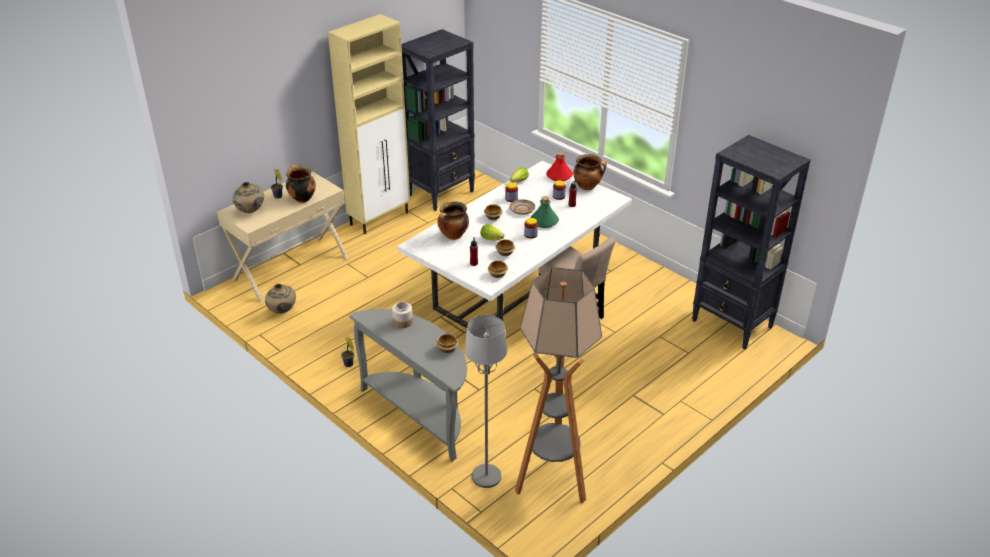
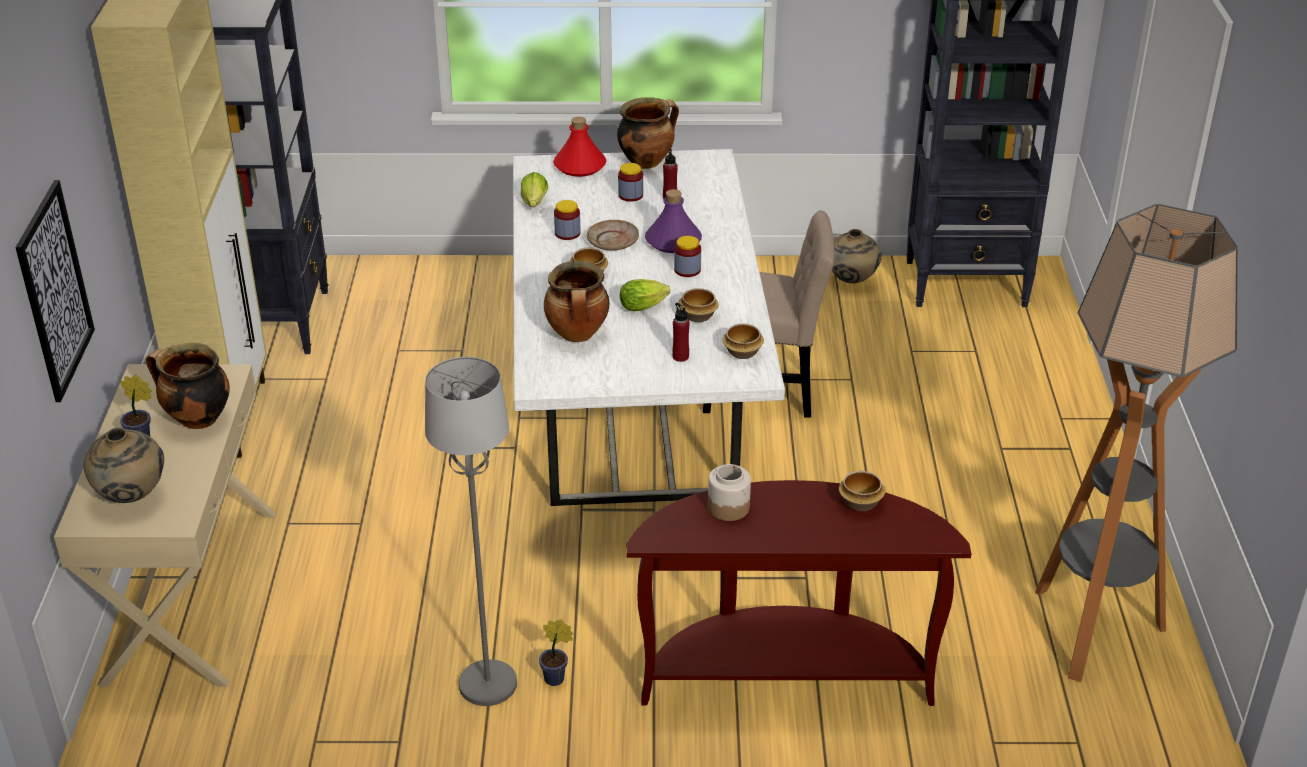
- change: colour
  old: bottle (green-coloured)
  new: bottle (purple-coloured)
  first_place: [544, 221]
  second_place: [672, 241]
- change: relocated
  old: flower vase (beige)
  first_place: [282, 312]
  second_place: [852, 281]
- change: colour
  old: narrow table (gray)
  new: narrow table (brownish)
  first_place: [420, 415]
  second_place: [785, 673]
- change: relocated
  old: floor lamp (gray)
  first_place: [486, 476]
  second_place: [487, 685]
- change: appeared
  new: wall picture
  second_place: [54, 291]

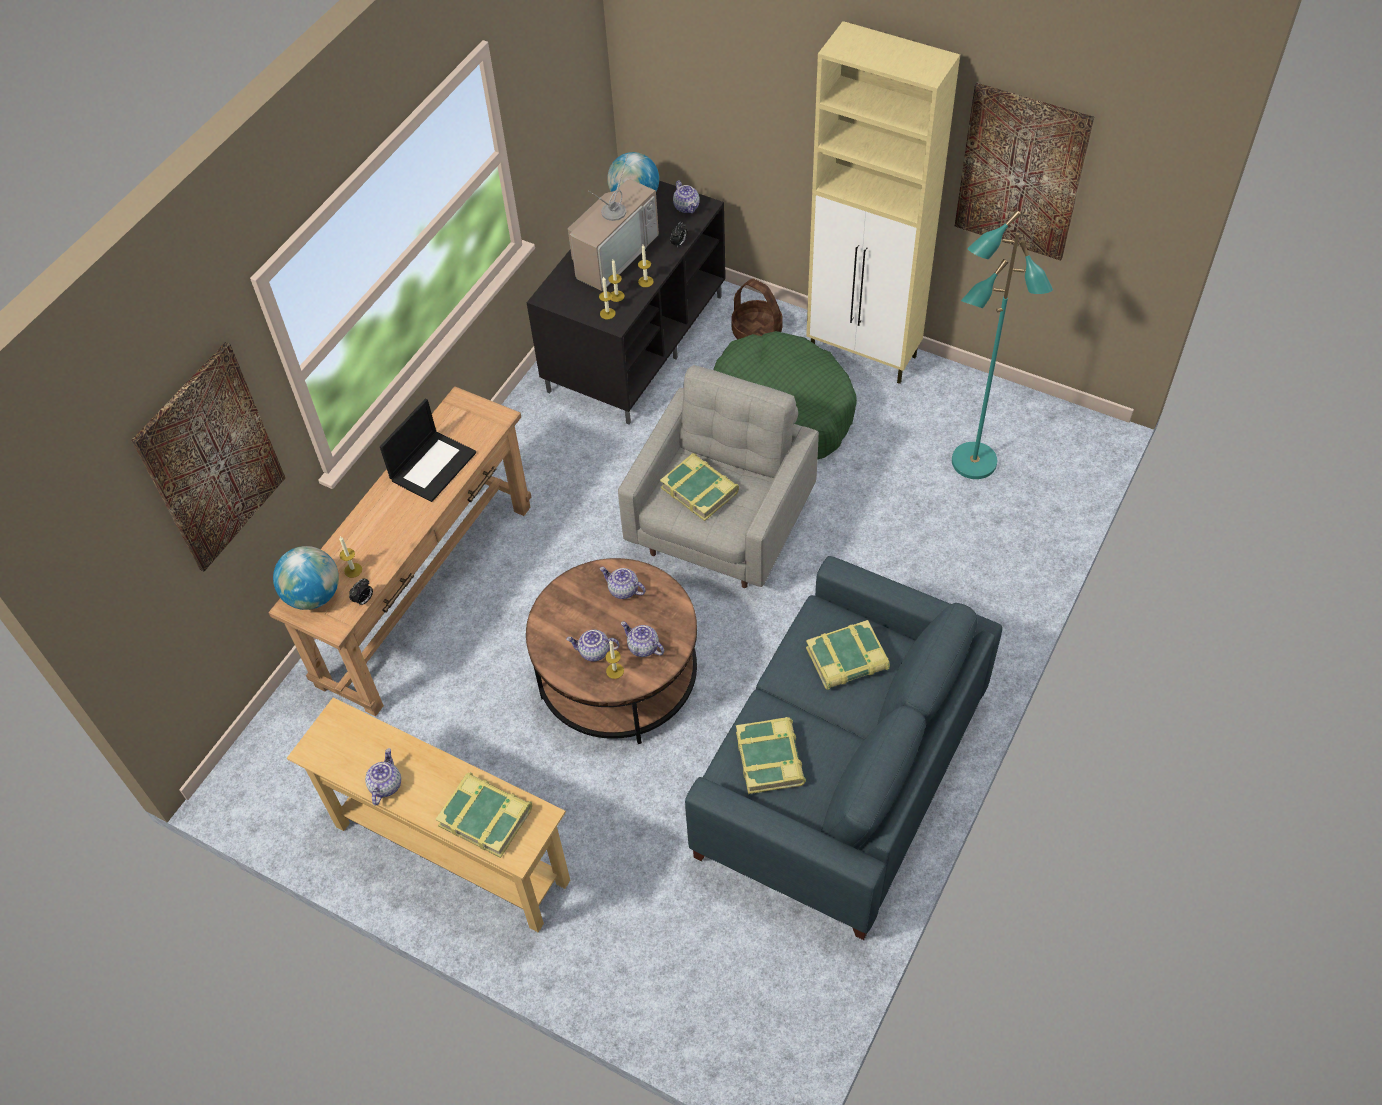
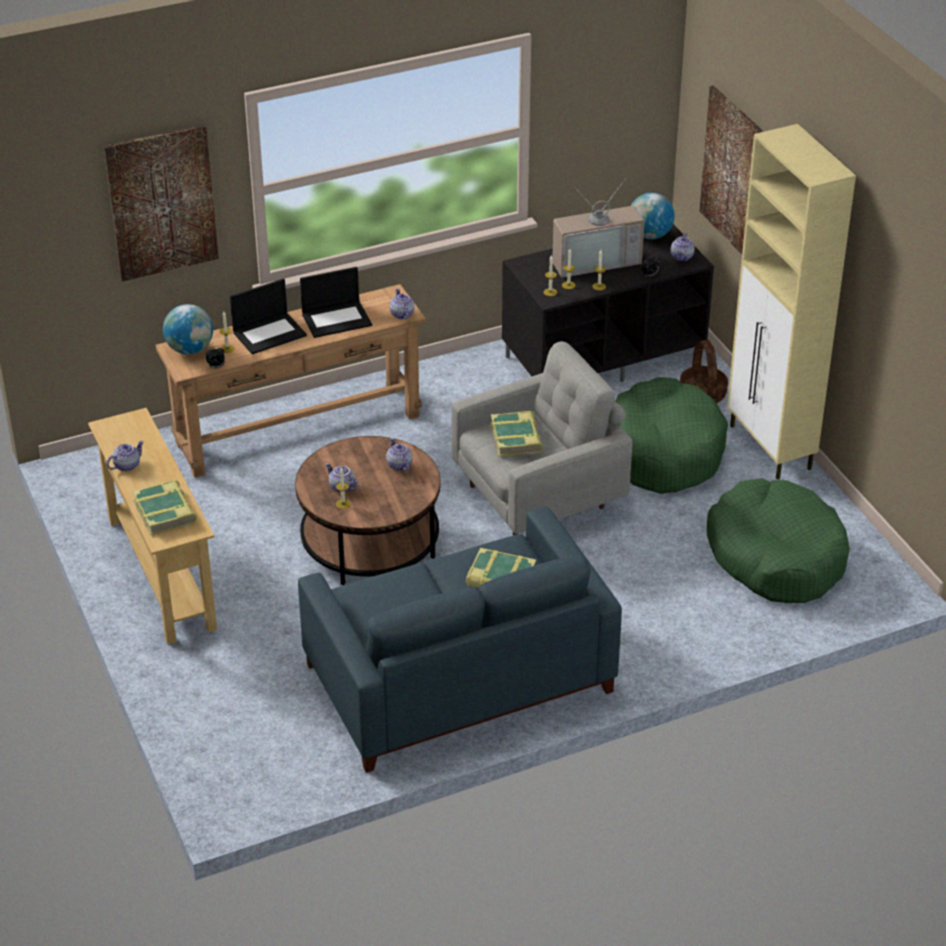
- change: relocated
  old: wall picture
  first_place: [1021, 172]
  second_place: [732, 171]
- change: exchanged
  old: floor lamp (turquoise-coloured)
  new: pet bed (green-coloured)
  first_place: [973, 463]
  second_place: [776, 556]
- change: relocated
  old: tea pot
  first_place: [642, 647]
  second_place: [401, 314]
- change: missing
  old: bound book
  first_place: [770, 758]
- change: appeared
  new: notebook computer
  second_place: [269, 333]

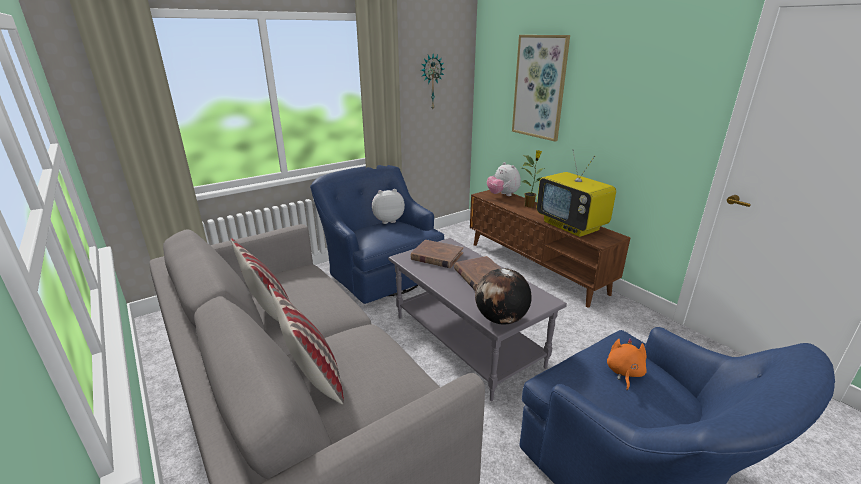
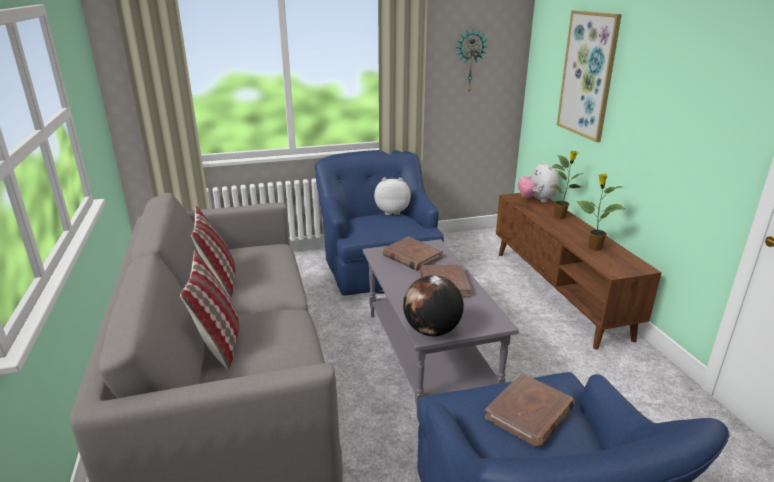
- change: exchanged
  old: TV
  new: potted plant
  first_place: [571, 226]
  second_place: [594, 247]
- change: exchanged
  old: soft toy (orange)
  new: bound book (brownish)
  first_place: [624, 372]
  second_place: [529, 413]

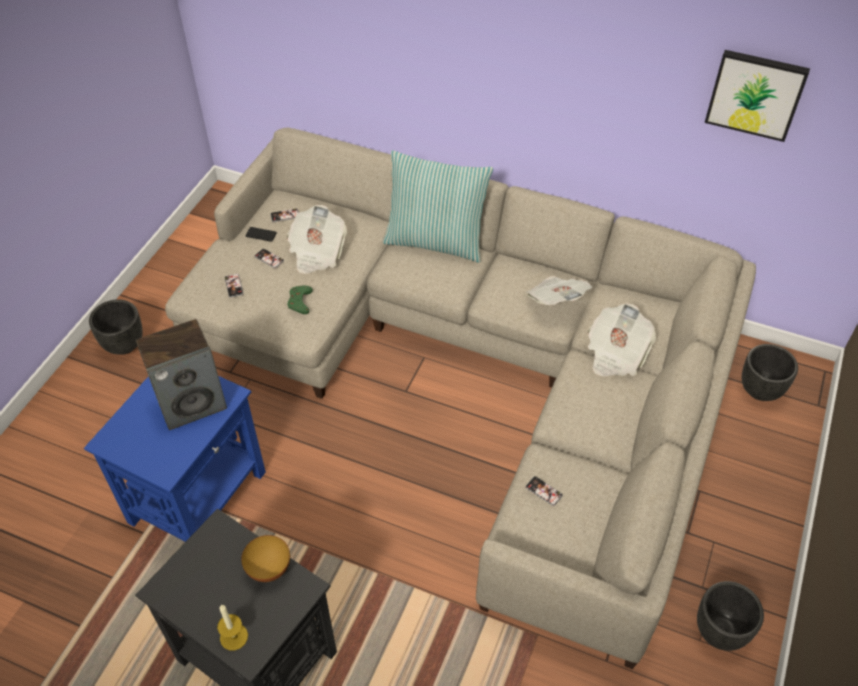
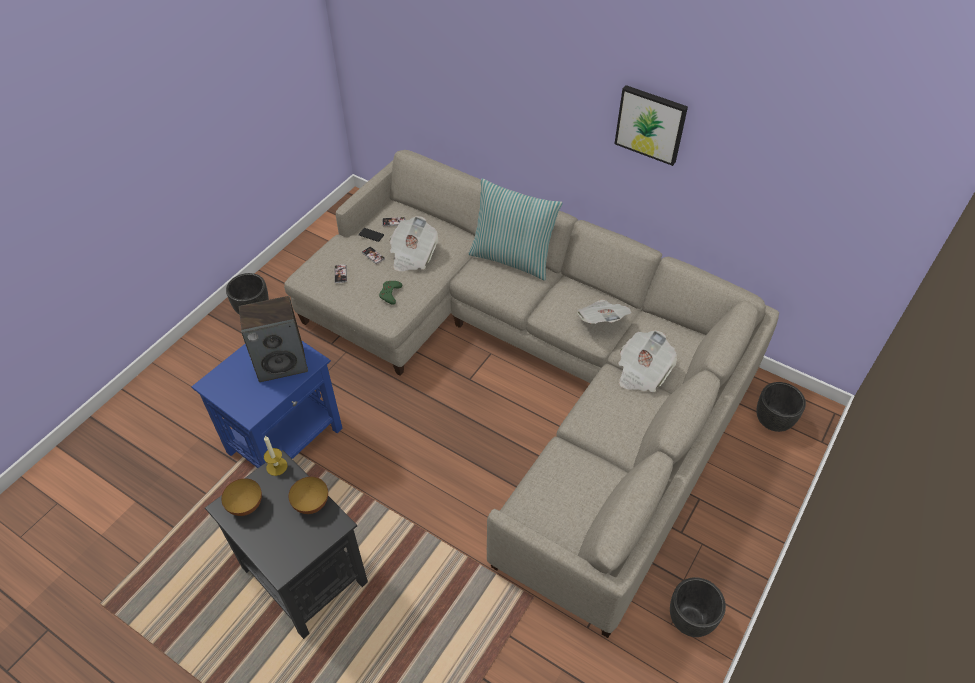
- change: relocated
  old: wall picture
  first_place: [756, 94]
  second_place: [651, 124]
- change: missing
  old: phone
  first_place: [543, 491]
- change: relocated
  old: wax candle
  first_place: [234, 636]
  second_place: [276, 466]
- change: appeared
  new: deep dish
  second_place: [246, 506]

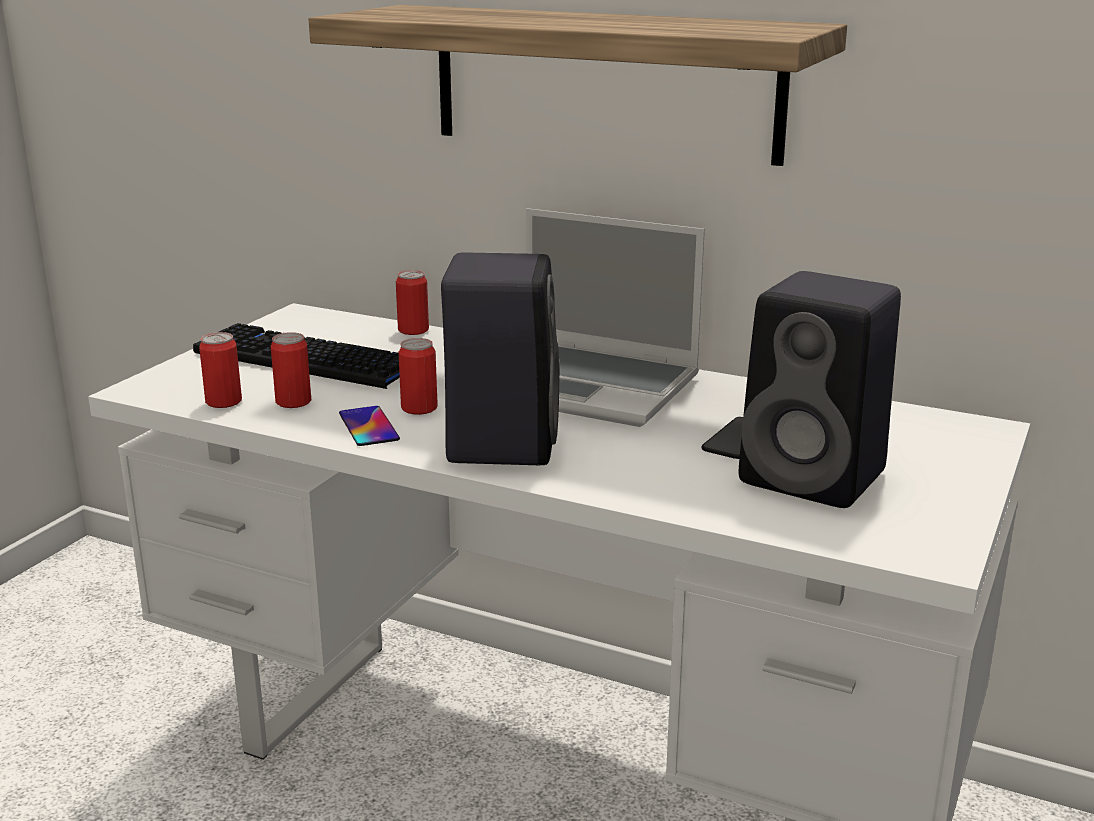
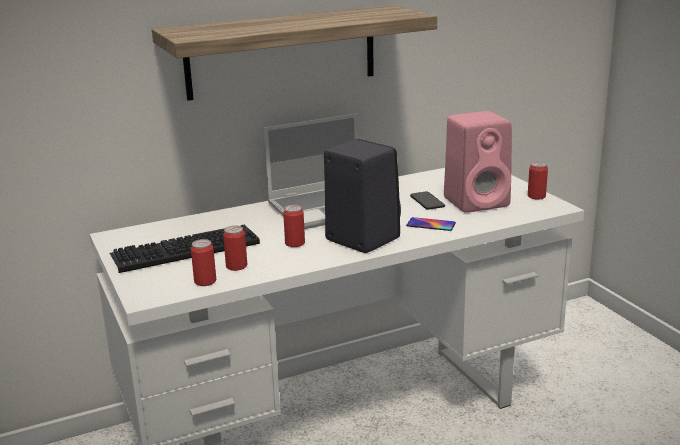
- change: relocated
  old: can
  first_place: [413, 330]
  second_place: [536, 196]
- change: colour
  old: speaker (blackish)
  new: speaker (pink-coloured)
  first_place: [817, 478]
  second_place: [478, 201]
- change: relocated
  old: phone
  first_place: [368, 427]
  second_place: [431, 224]

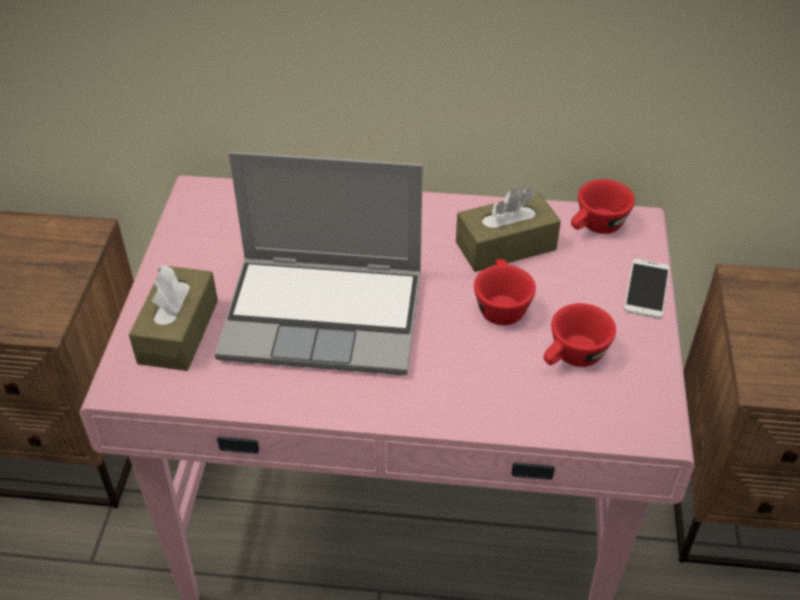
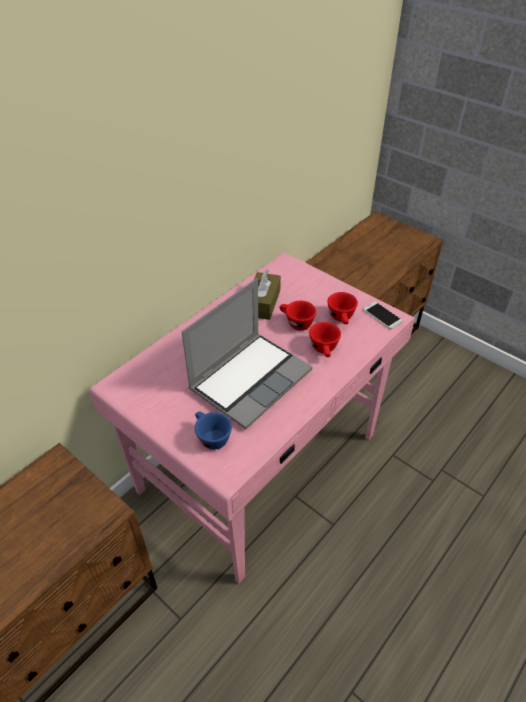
- change: relocated
  old: drinking cup (reddish)
  first_place: [596, 227]
  second_place: [324, 350]
- change: relocated
  old: phone
  first_place: [646, 289]
  second_place: [382, 315]
- change: exchanged
  old: tissue holder (brownish)
  new: drinking cup (bluish)
  first_place: [178, 331]
  second_place: [210, 437]

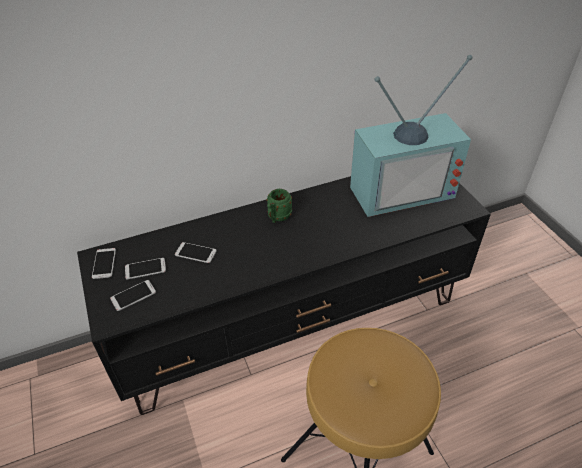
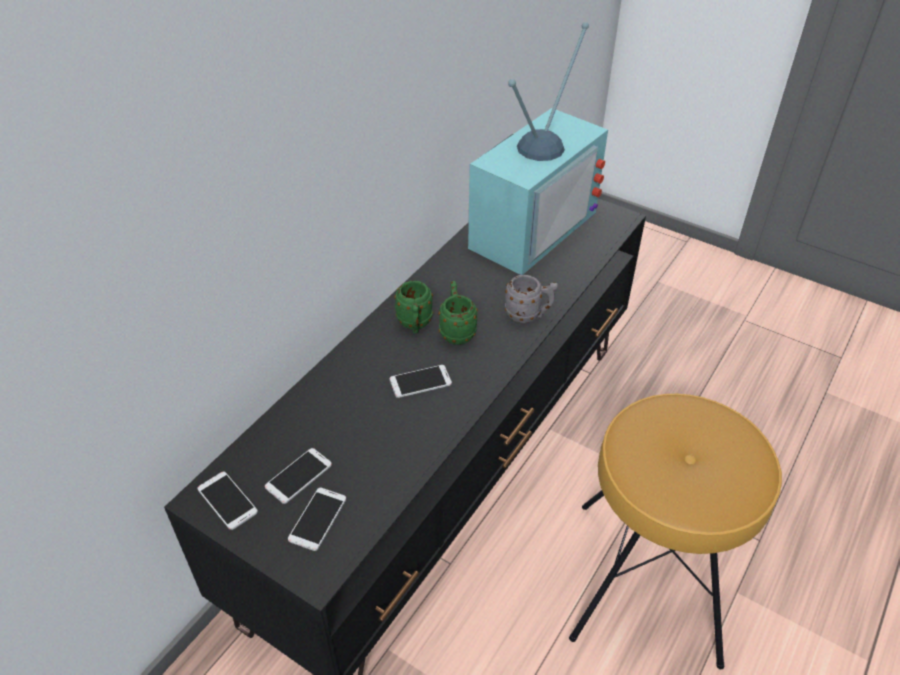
- change: relocated
  old: phone
  first_place: [195, 253]
  second_place: [420, 381]
- change: appeared
  new: tea mug (gray)
  second_place: [529, 315]
- change: appeared
  new: tea mug (green-coloured)
  second_place: [456, 330]

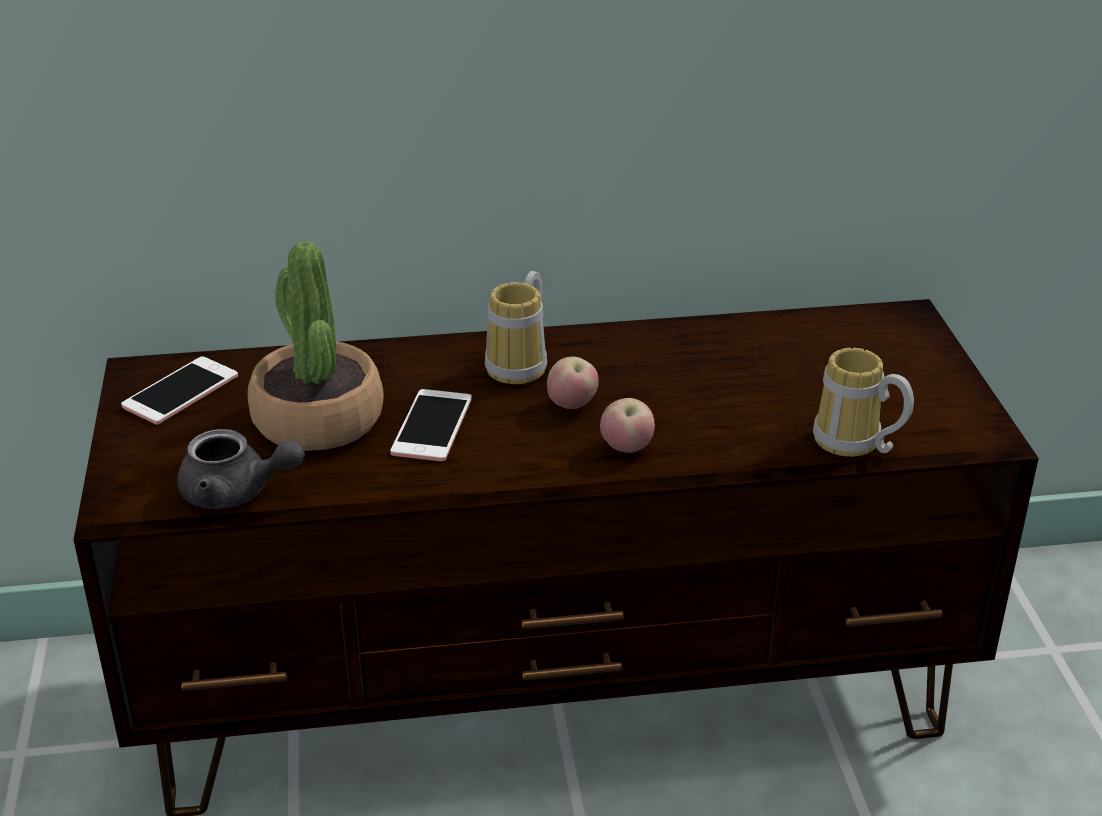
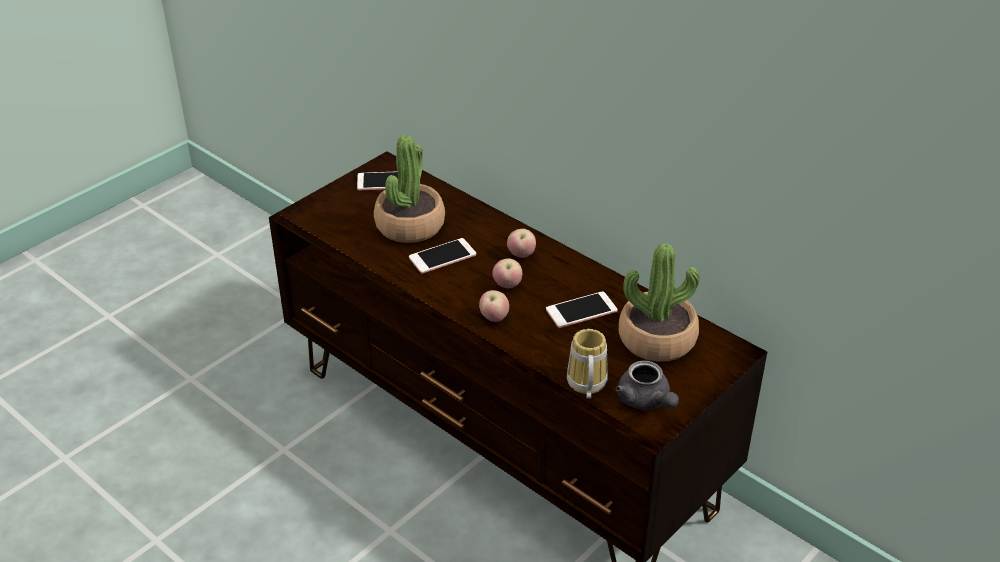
- change: exchanged
  old: tea mug
  new: whole apple
  first_place: [523, 365]
  second_place: [521, 255]
- change: relocated
  old: tea pot (gray)
  first_place: [237, 493]
  second_place: [646, 401]
- change: appeared
  new: potted plant
  second_place: [657, 339]
- change: appeared
  new: phone
  second_place: [581, 310]

